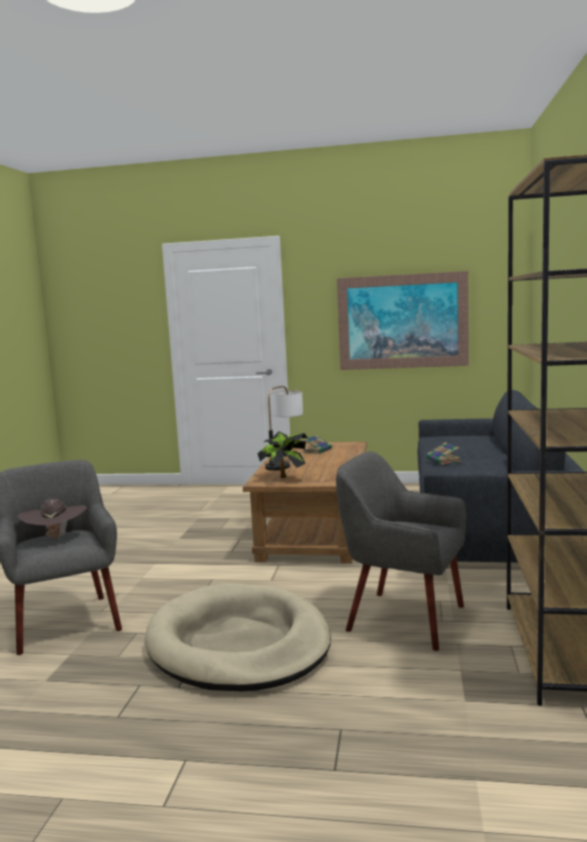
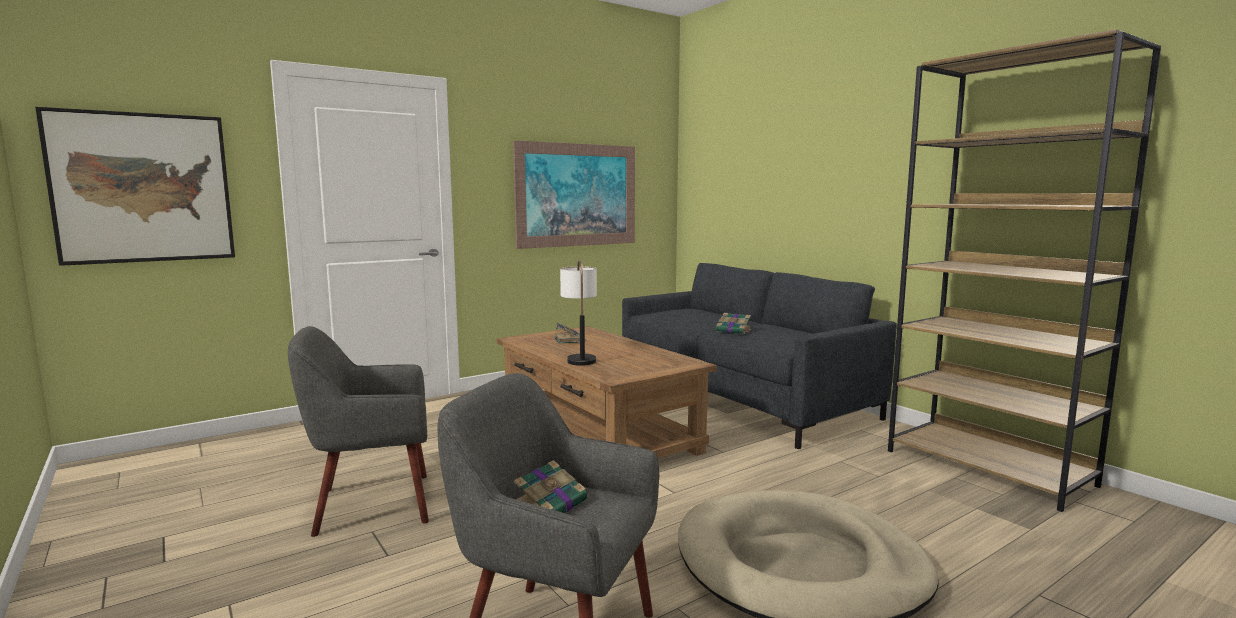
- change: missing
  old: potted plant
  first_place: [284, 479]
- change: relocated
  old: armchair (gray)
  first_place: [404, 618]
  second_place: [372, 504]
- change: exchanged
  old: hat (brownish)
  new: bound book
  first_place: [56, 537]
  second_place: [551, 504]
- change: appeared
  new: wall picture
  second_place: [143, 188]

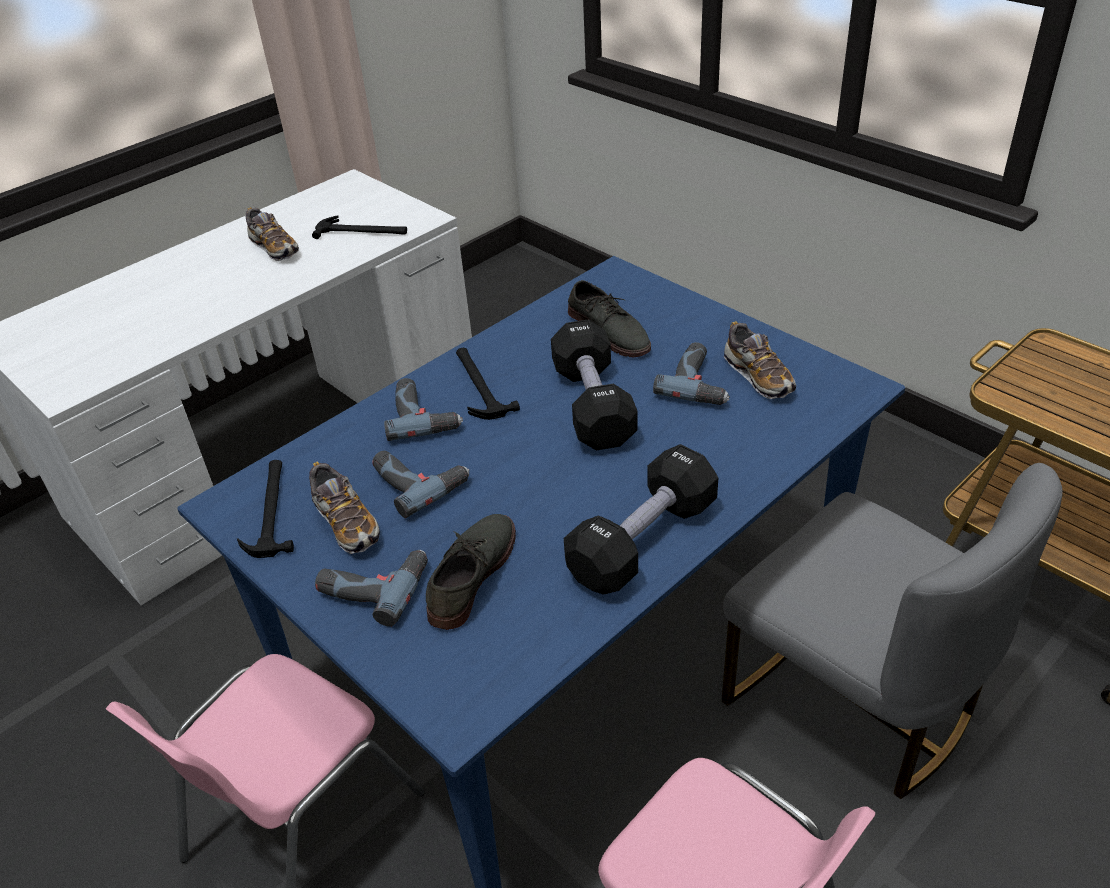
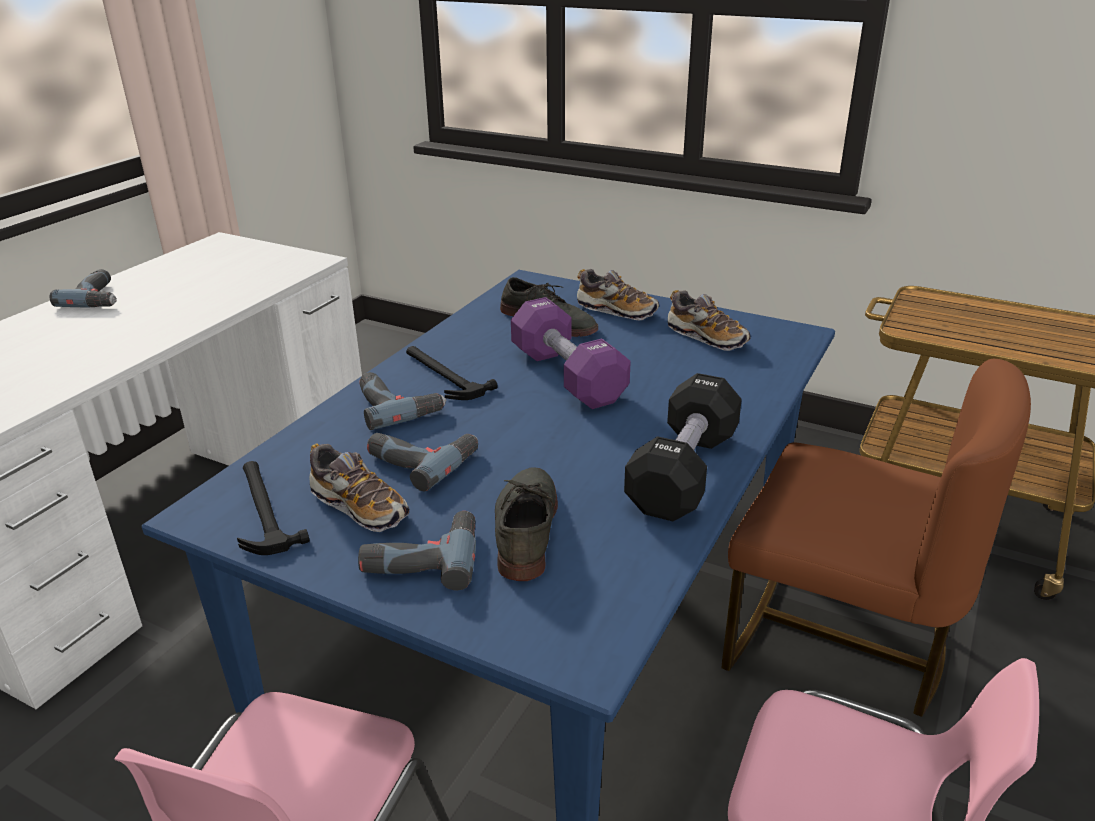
- change: relocated
  old: item of footwear
  first_place: [274, 248]
  second_place: [616, 310]
- change: missing
  old: hand hammer
  first_place: [362, 231]
- change: colour
  old: dumbbell (blackish)
  new: dumbbell (purple-coloured)
  first_place: [593, 405]
  second_place: [567, 376]
- change: relocated
  old: electric drill
  first_place: [700, 382]
  second_place: [100, 297]
- change: colour
  old: chair (gray)
  new: chair (brownish)
  first_place: [854, 701]
  second_place: [839, 641]

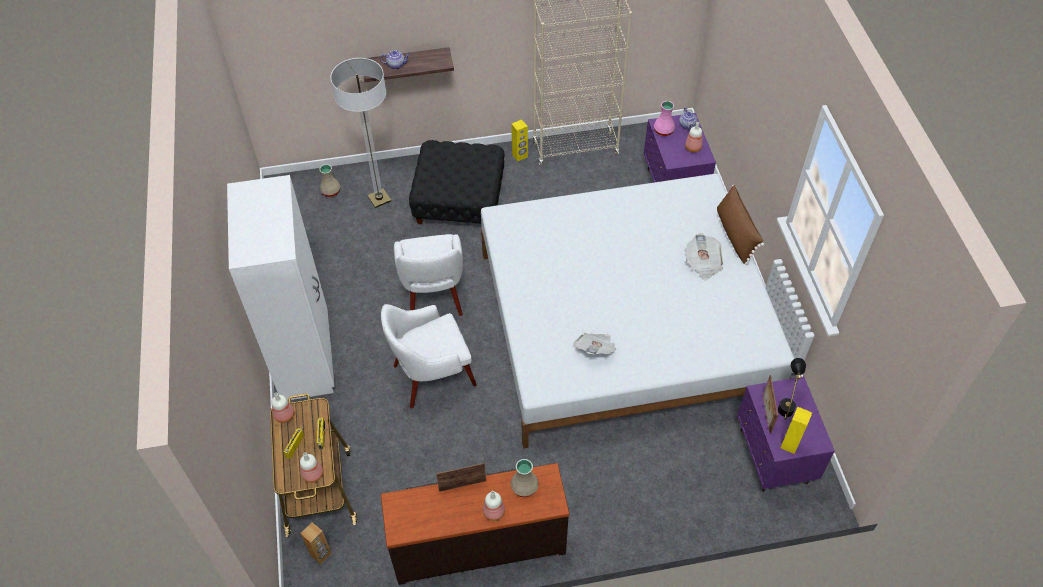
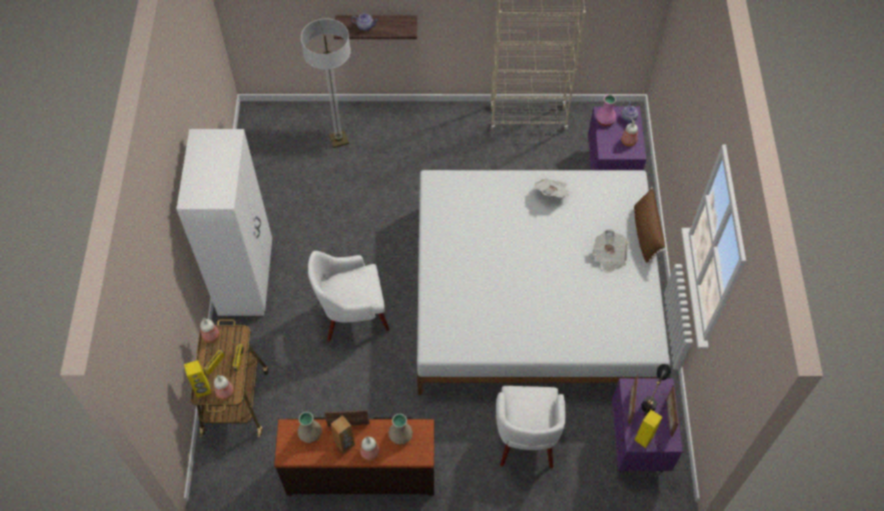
- change: relocated
  old: speaker (yellowish)
  first_place: [520, 156]
  second_place: [203, 390]
- change: missing
  old: ottoman (blackish)
  first_place: [459, 199]
- change: relocated
  old: flower vase (beige)
  first_place: [331, 191]
  second_place: [311, 433]
- change: relocated
  old: armchair (white-coloured)
  first_place: [433, 294]
  second_place: [526, 438]
- change: relocated
  old: newspaper
  first_place: [595, 349]
  second_place: [552, 193]
- change: relocated
  old: speaker (brownish)
  first_place: [321, 554]
  second_place: [345, 444]
- change: appeared
  new: photo frame
  second_place: [668, 417]

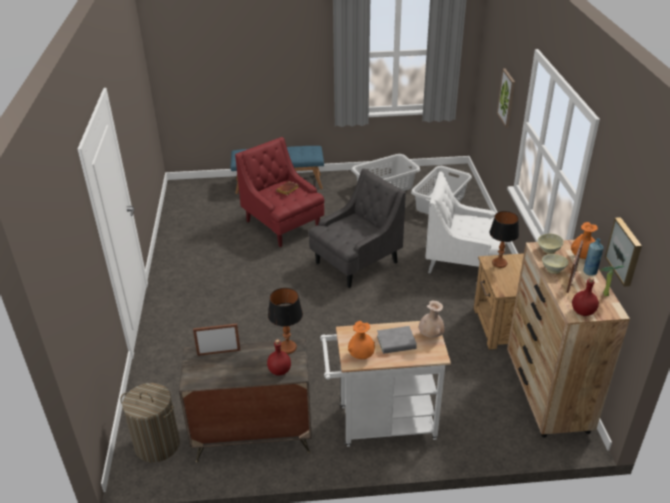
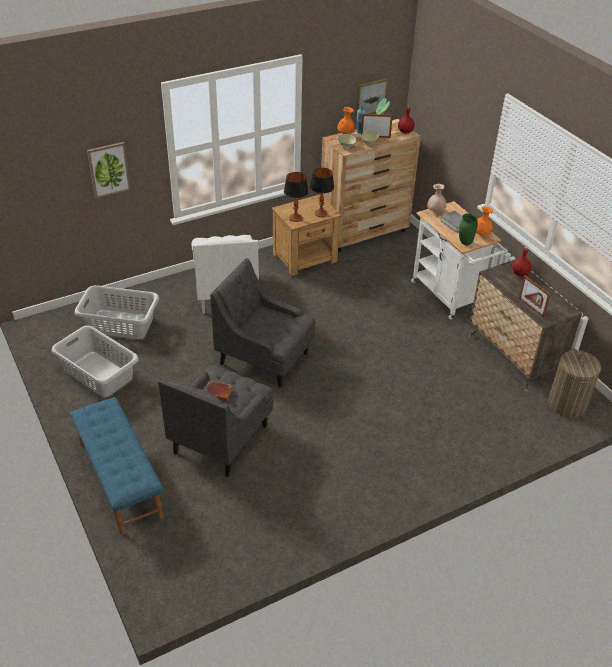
- change: colour
  old: armchair (reddish)
  new: armchair (gray)
  first_place: [283, 225]
  second_place: [221, 438]
- change: relocated
  old: table lamp
  first_place: [288, 347]
  second_place: [321, 213]
- change: appeared
  new: flower vase (green-coloured)
  second_place: [465, 243]

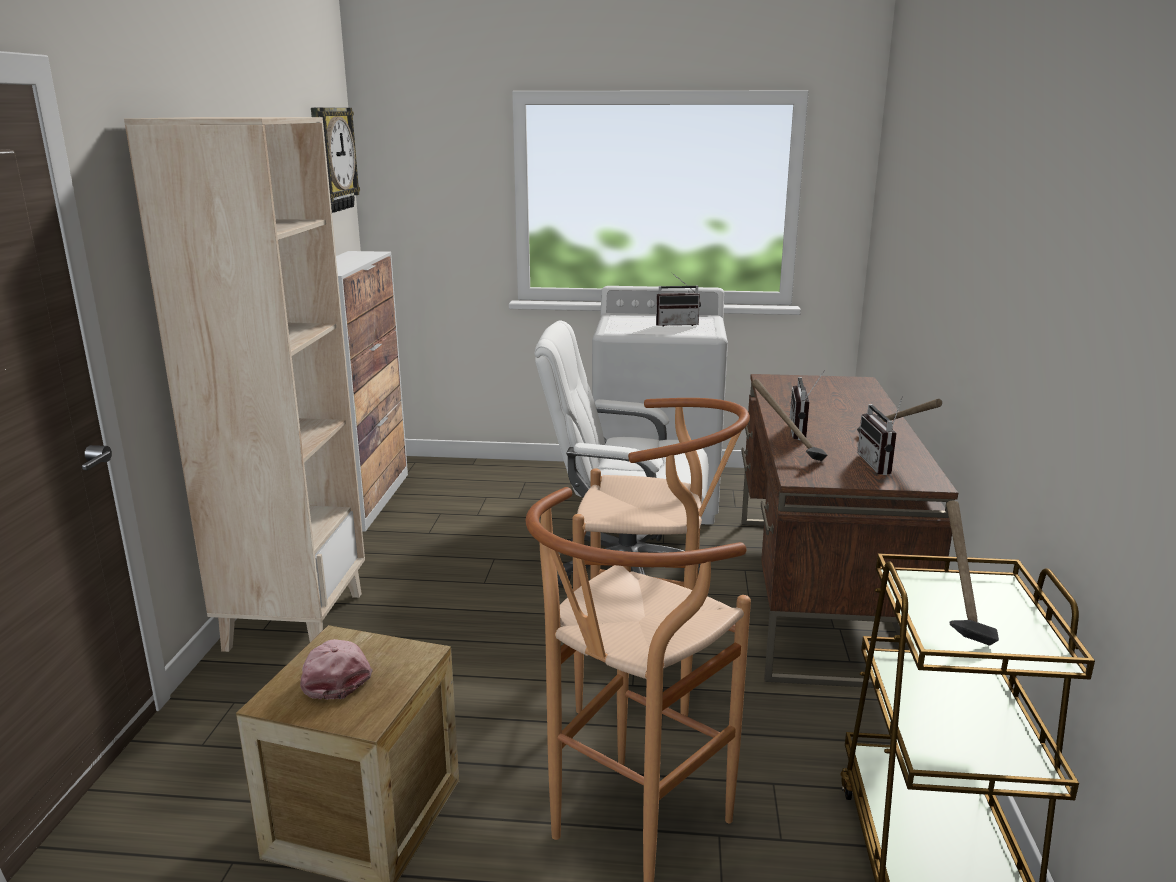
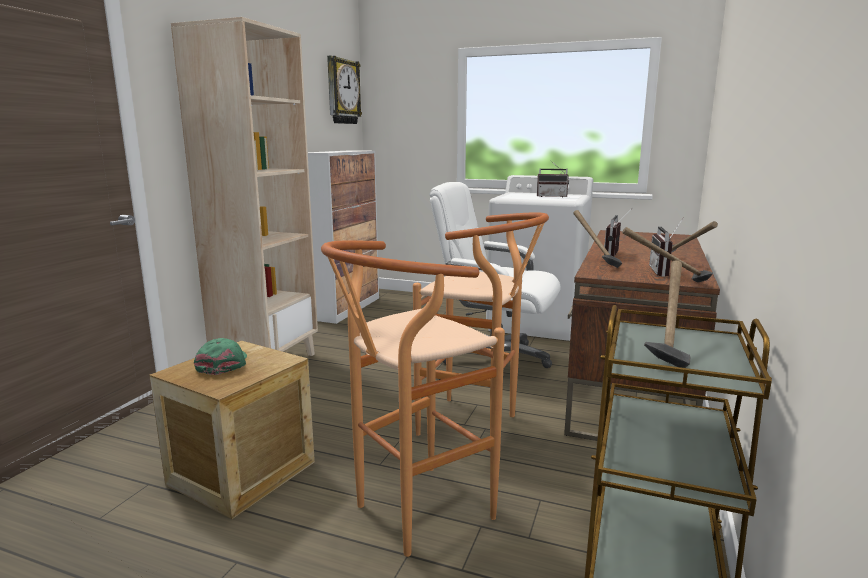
- change: colour
  old: baseball cap (pink-coloured)
  new: baseball cap (green-coloured)
  first_place: [334, 675]
  second_place: [223, 364]
- change: appeared
  new: hand hammer
  second_place: [667, 284]

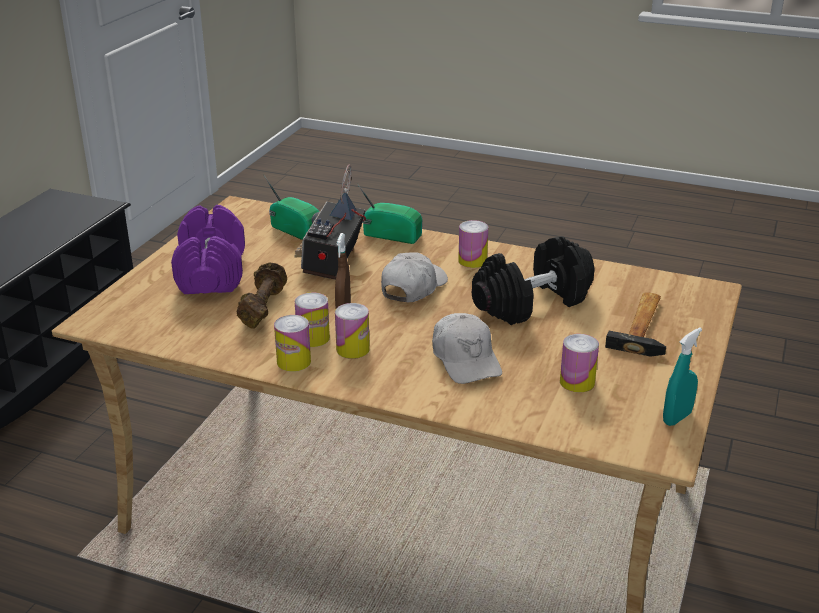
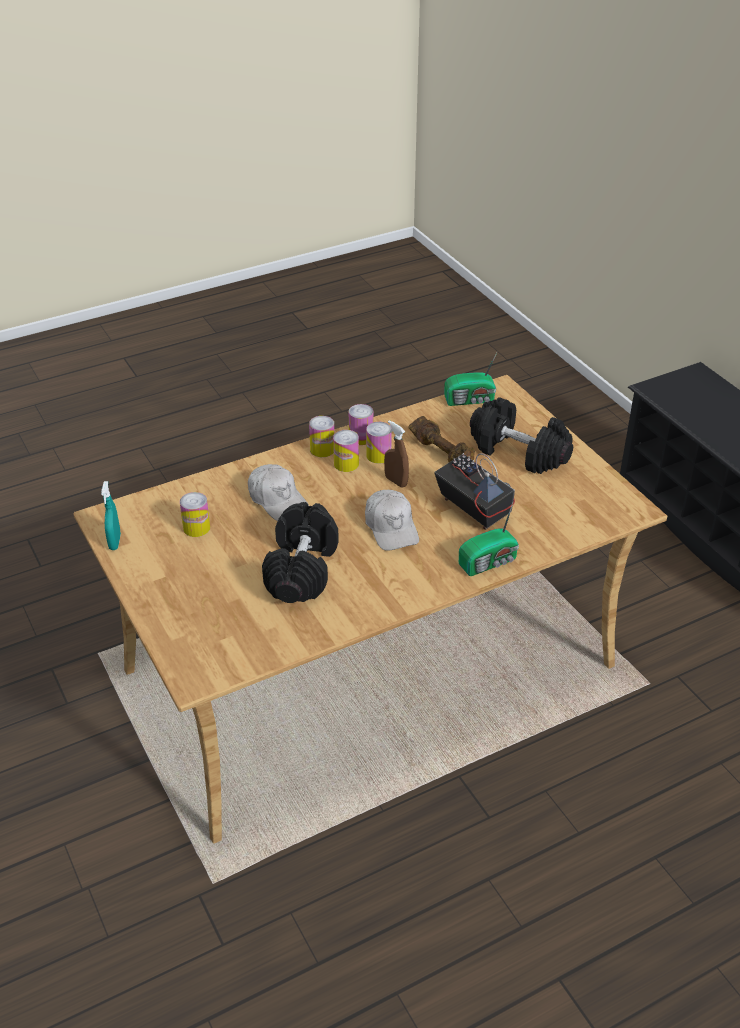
- change: relocated
  old: radio set
  first_place: [296, 230]
  second_place: [471, 400]
- change: colour
  old: dumbbell (purple-coloured)
  new: dumbbell (blackish)
  first_place: [212, 273]
  second_place: [518, 452]
- change: relocated
  old: can
  first_place: [472, 261]
  second_place: [322, 449]
- change: missing
  old: hand hammer
  first_place: [644, 326]
- change: spun
  old: baseball cap (white-coloured)
  first_place: [466, 359]
  second_place: [277, 500]
  degrees: -150

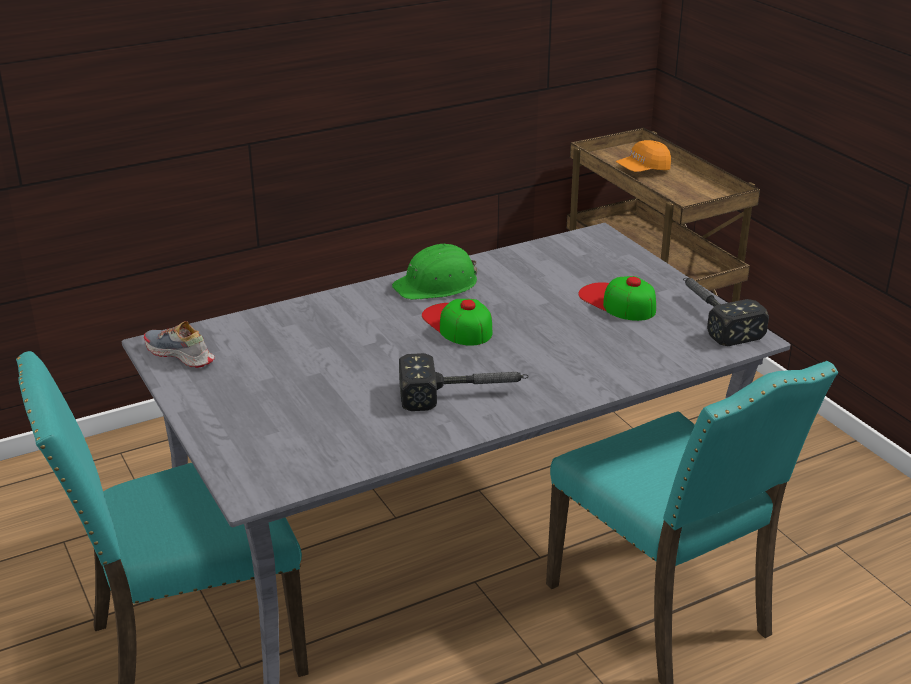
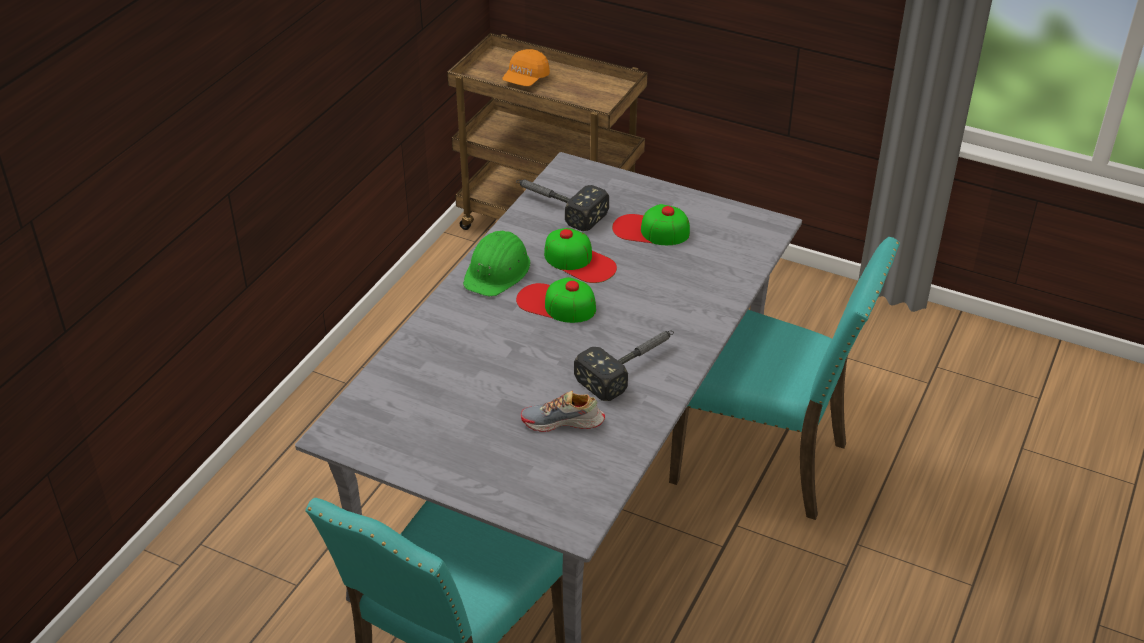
- change: relocated
  old: hand hammer
  first_place: [712, 316]
  second_place: [557, 207]
- change: relocated
  old: item of footwear
  first_place: [180, 355]
  second_place: [563, 422]
- change: appeared
  new: baseball cap
  second_place: [579, 261]

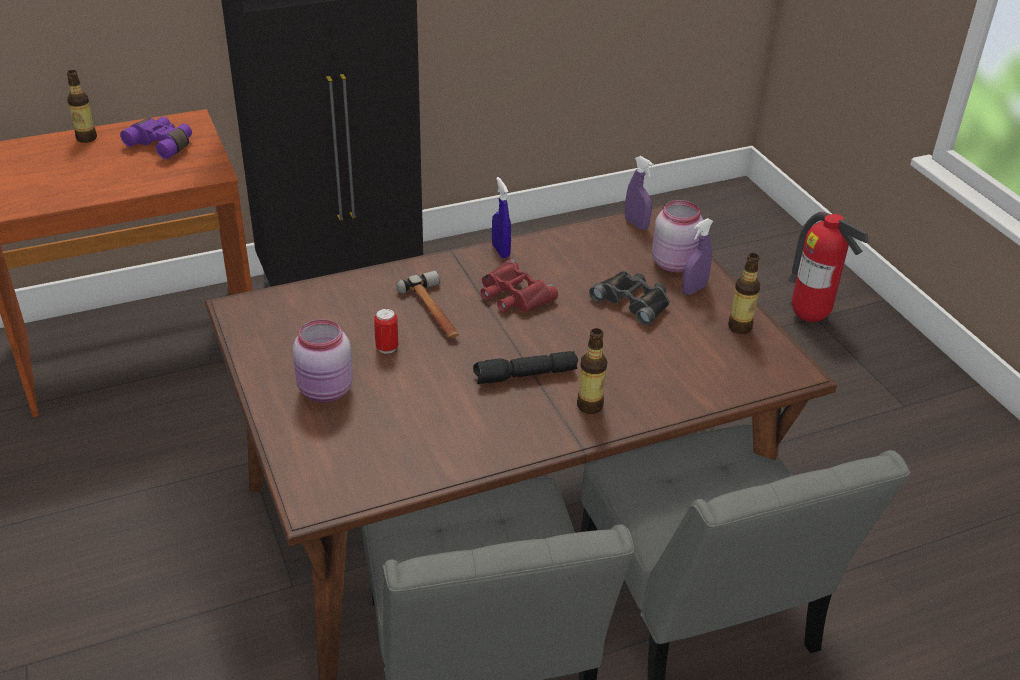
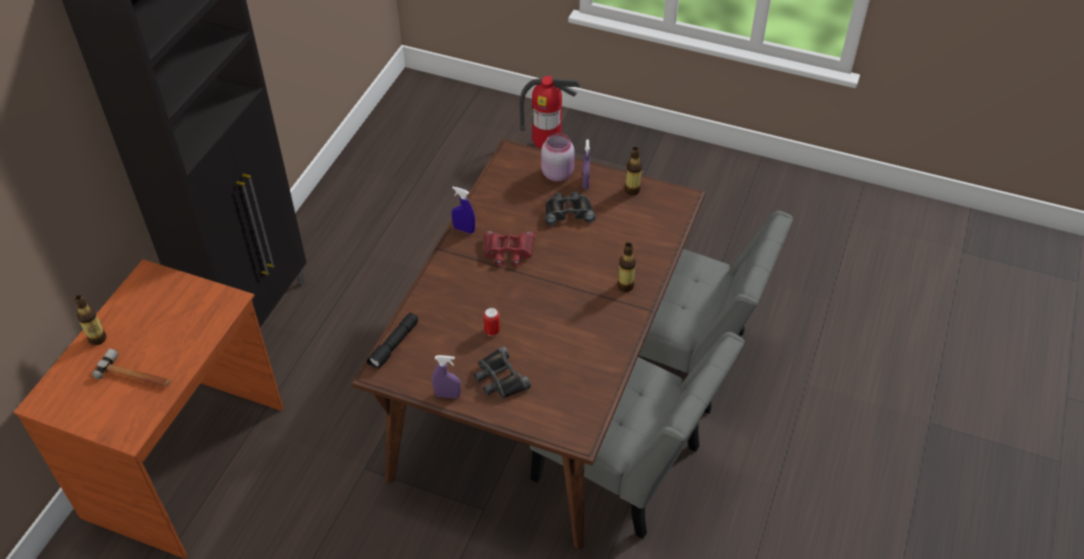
- change: missing
  old: binoculars (purple-coloured)
  first_place: [163, 145]
- change: relocated
  old: spray bottle (purple-coloured)
  first_place: [636, 224]
  second_place: [447, 395]
- change: relocated
  old: hand hammer
  first_place: [435, 312]
  second_place: [136, 375]
- change: exchanged
  old: preserve jar (pink-coloured)
  new: binoculars (blackish)
  first_place: [326, 391]
  second_place: [499, 378]
- change: relocated
  old: hand torch (blackish)
  first_place: [525, 376]
  second_place: [394, 346]

